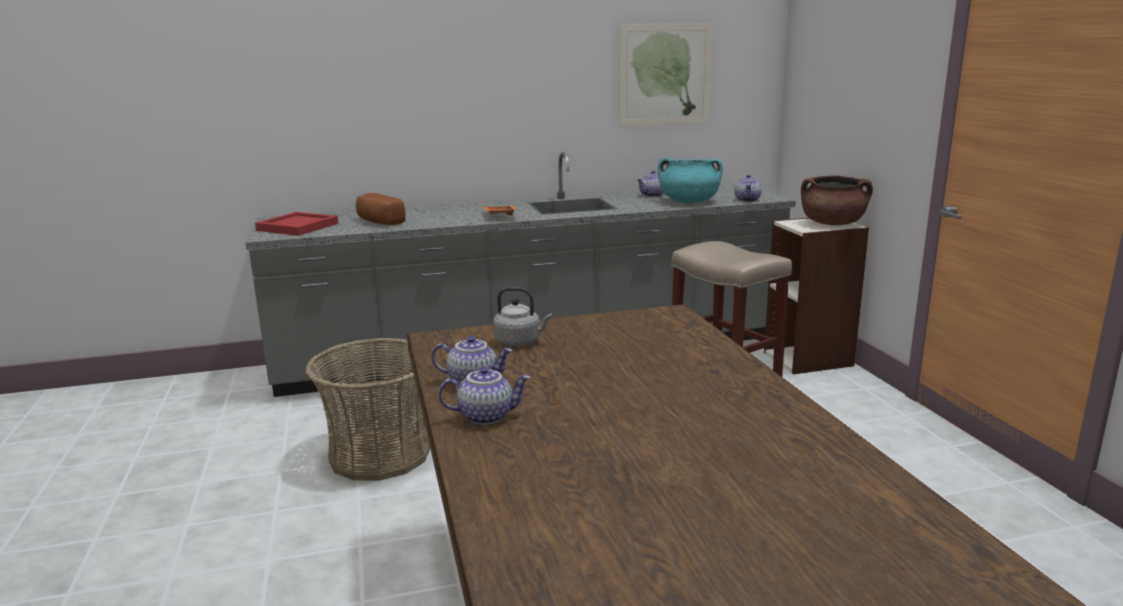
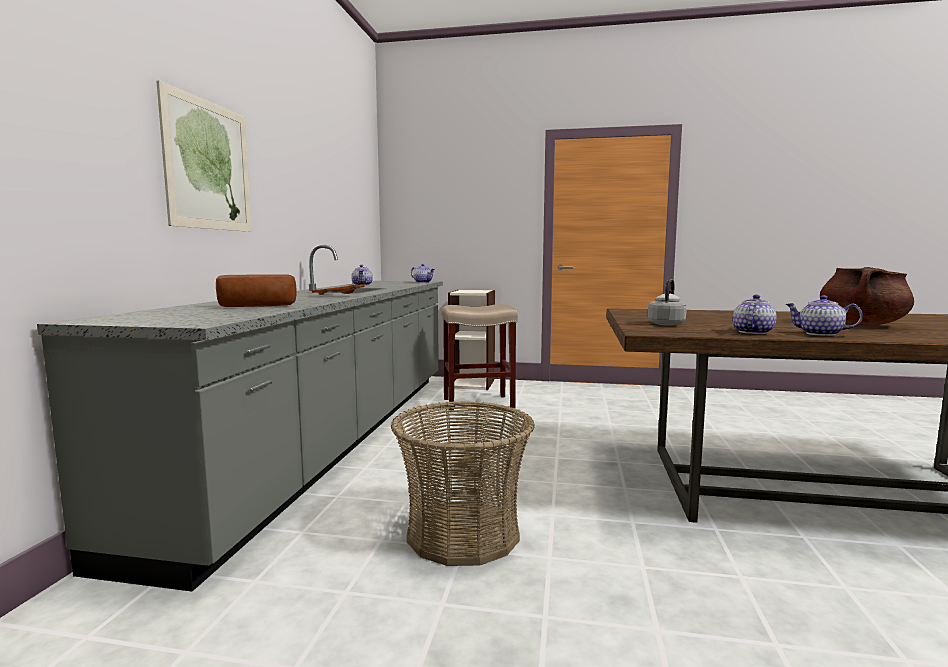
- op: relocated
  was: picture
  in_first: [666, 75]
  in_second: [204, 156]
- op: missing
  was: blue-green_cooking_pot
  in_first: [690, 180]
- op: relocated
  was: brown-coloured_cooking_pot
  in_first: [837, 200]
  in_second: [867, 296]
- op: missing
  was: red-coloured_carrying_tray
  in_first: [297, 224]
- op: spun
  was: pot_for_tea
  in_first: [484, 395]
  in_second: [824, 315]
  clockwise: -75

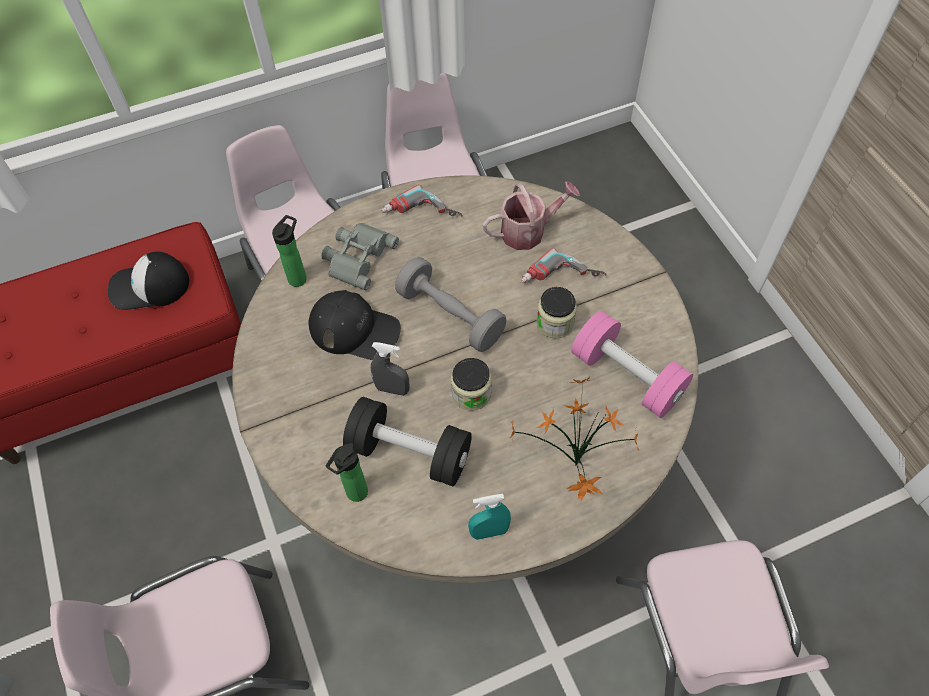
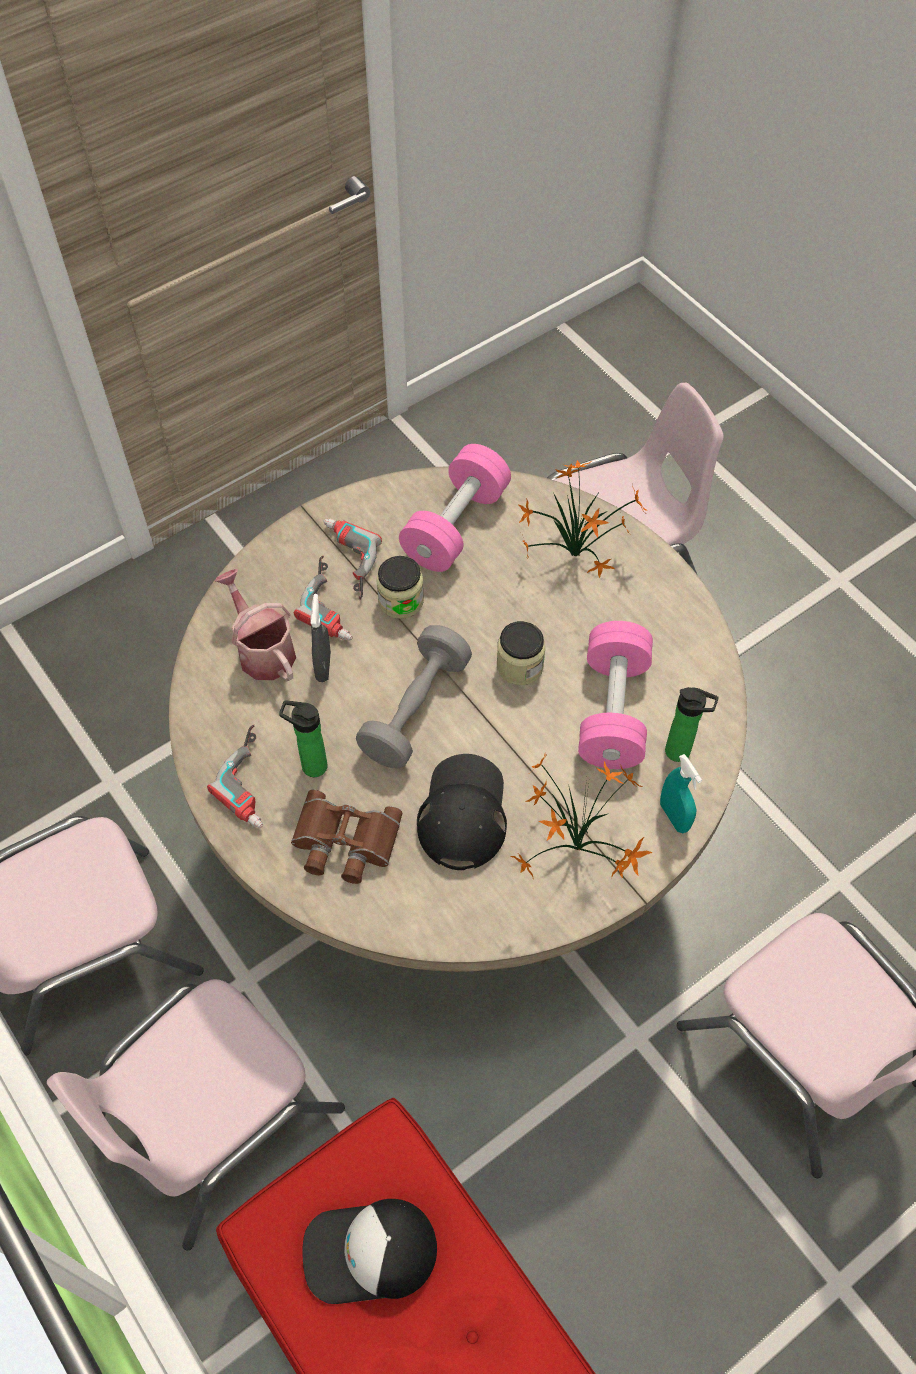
- op: relocated
  was: beverage_bottle
  in_first: [289, 251]
  in_second: [303, 738]
- op: colour
  was: gray_binoculars
  now: brown-coloured_binoculars
  in_first: [360, 256]
  in_second: [347, 837]
- op: spun
  was: cap
  in_first: [148, 281]
  in_second: [370, 1251]
  clockwise: 105
- op: relocated
  was: gray_sprayer
  in_first: [390, 369]
  in_second: [321, 638]
- op: colour
  was: black_free_weight
  now: pink_free_weight
  in_first: [407, 441]
  in_second: [615, 695]
- op: relocated
  was: blue-green_sprayer
  in_first: [489, 517]
  in_second: [681, 793]
- op: appeared
  now: drill
  in_second: [352, 558]
- op: appeared
  now: plant_in_a_pot
  in_second: [582, 817]

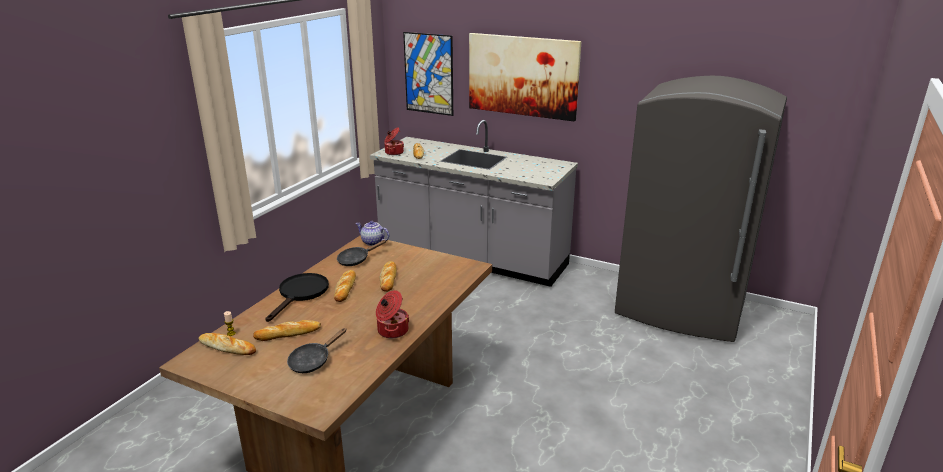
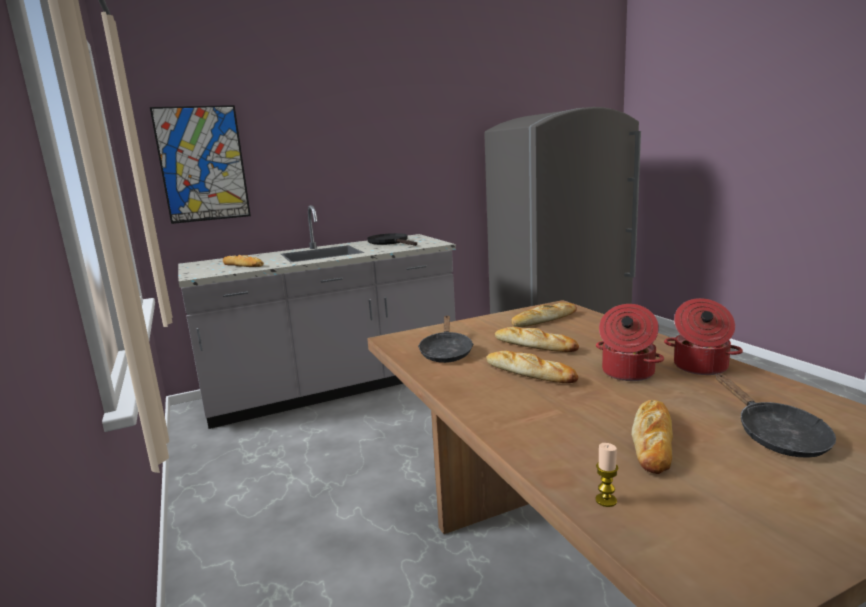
- op: missing
  was: picture
  in_first: [525, 77]
- op: relocated
  was: cooking_pot
  in_first: [394, 141]
  in_second: [630, 342]
- op: missing
  was: pot_for_tea
  in_first: [372, 233]
- op: relocated
  was: black_skillet
  in_first: [297, 297]
  in_second: [392, 239]
- op: relocated
  was: bread
  in_first: [227, 344]
  in_second: [544, 314]

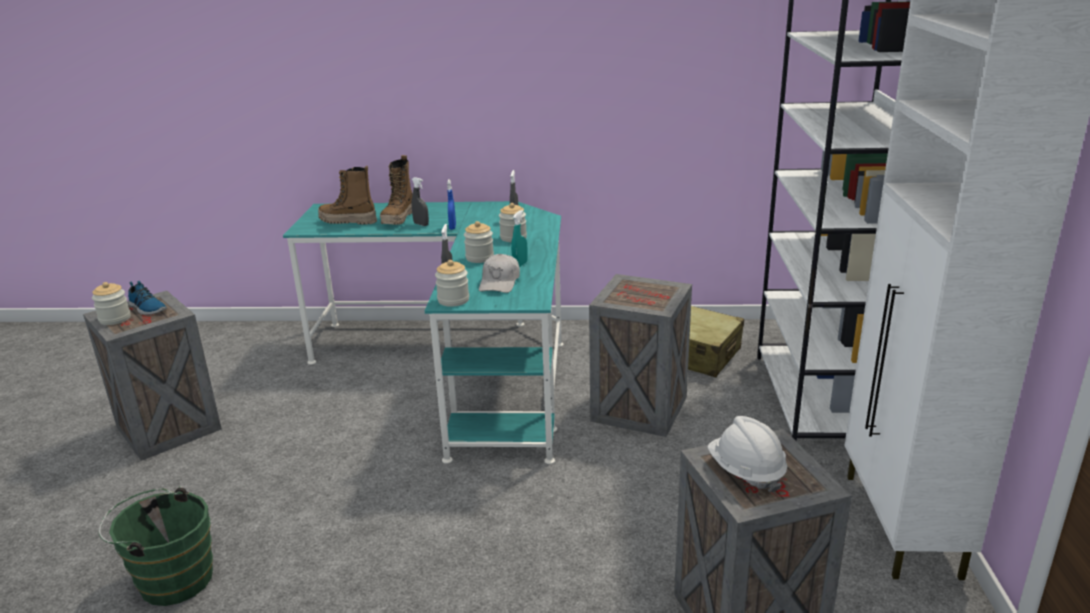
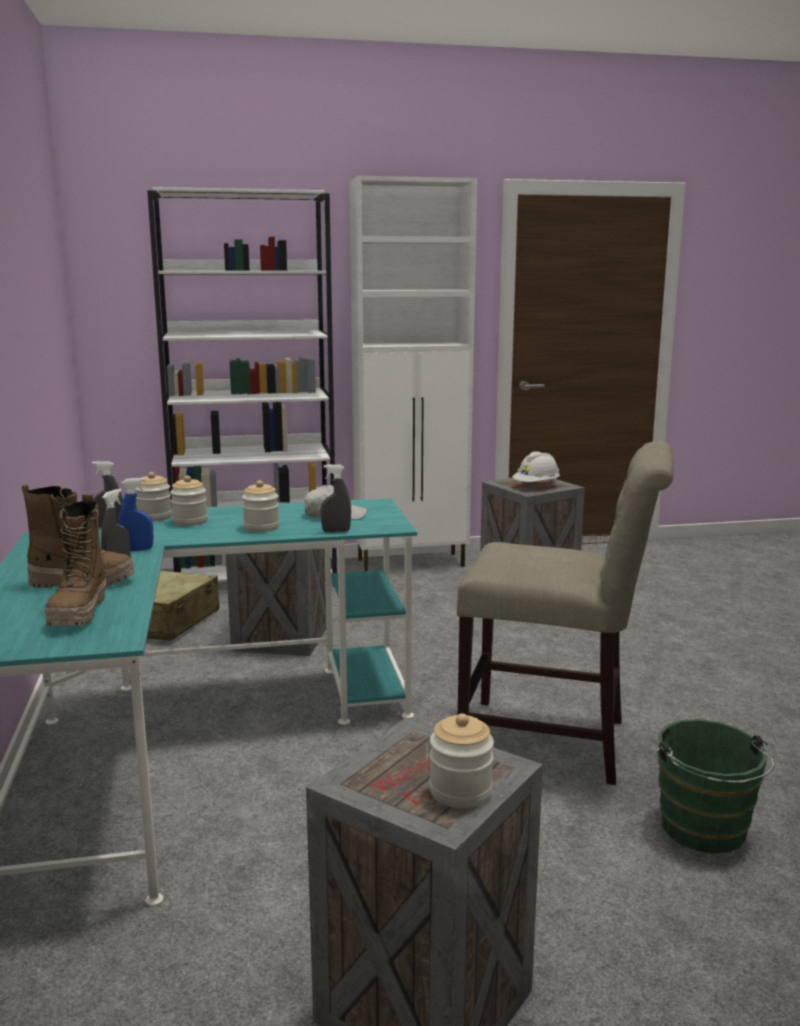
- op: missing
  was: blue-green_sprayer
  in_first: [519, 238]
- op: relocated
  was: jar
  in_first: [452, 283]
  in_second: [153, 496]
- op: missing
  was: low_shoe
  in_first: [147, 298]
- op: appeared
  now: beige-coloured_chair
  in_second: [565, 613]

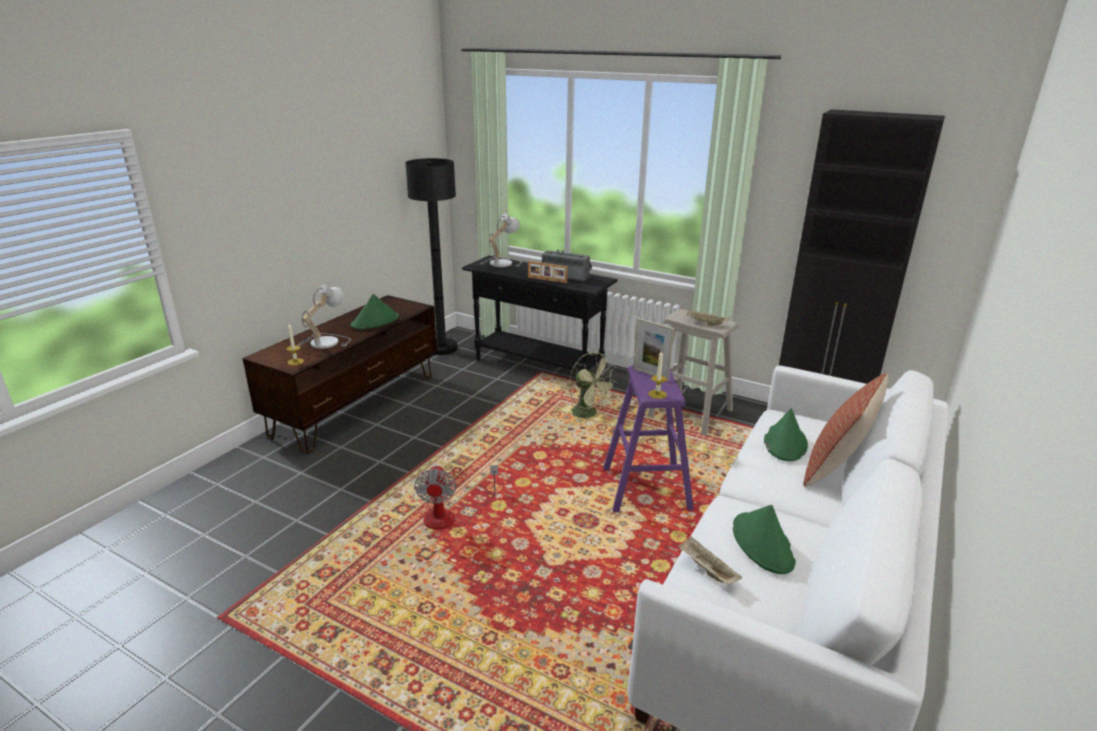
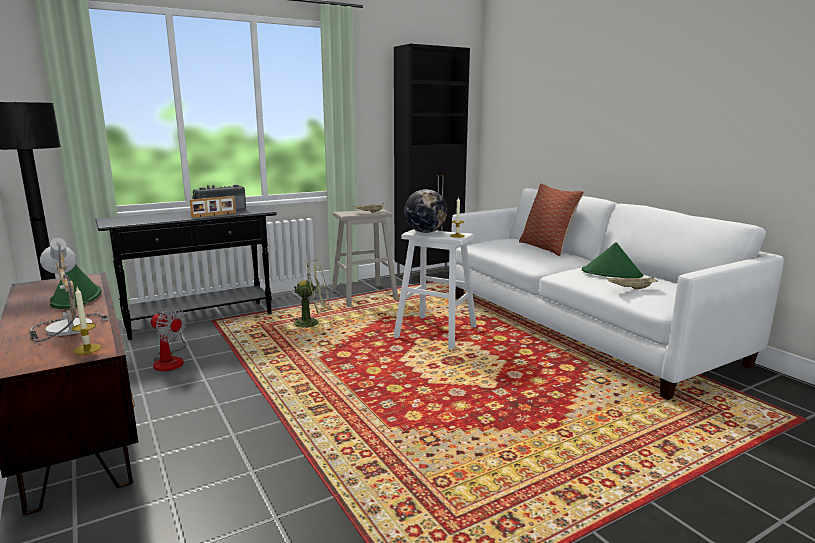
- op: missing
  was: tabletop_lamp
  in_first: [501, 240]
- op: exchanged
  was: standing_frame
  now: world_globe
  in_first: [653, 349]
  in_second: [425, 211]
- op: colour
  was: purple_sitting_stool
  now: white-coloured_sitting_stool
  in_first: [648, 438]
  in_second: [435, 289]
- op: missing
  was: greenish_hat
  in_first: [786, 434]
- op: relocated
  was: cooling_fan
  in_first: [456, 497]
  in_second: [169, 338]

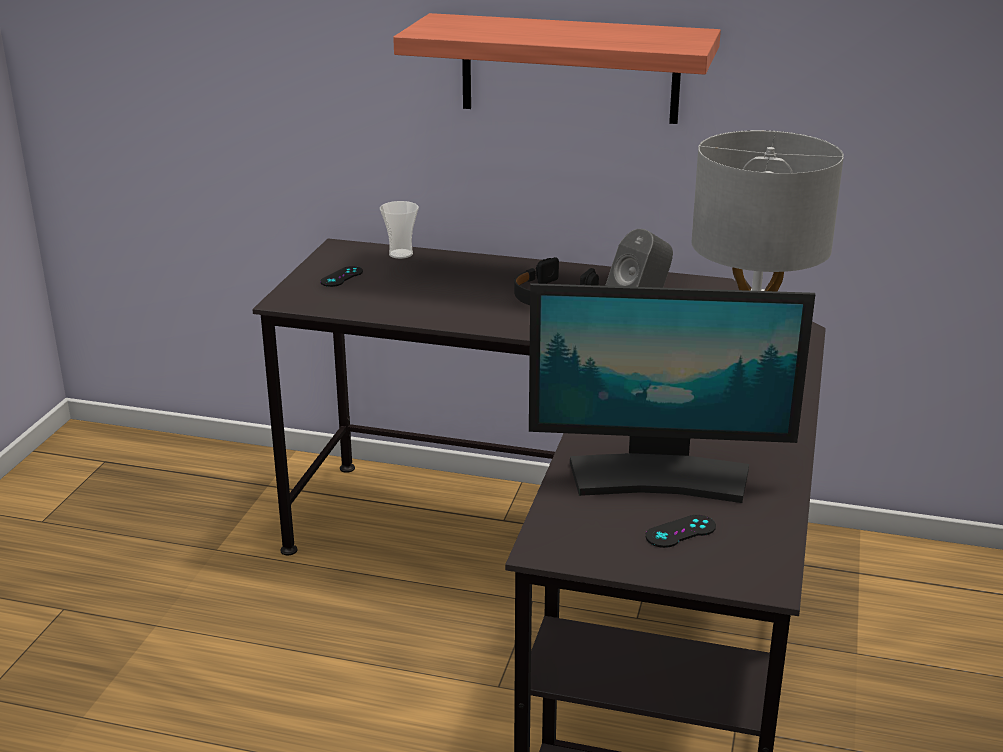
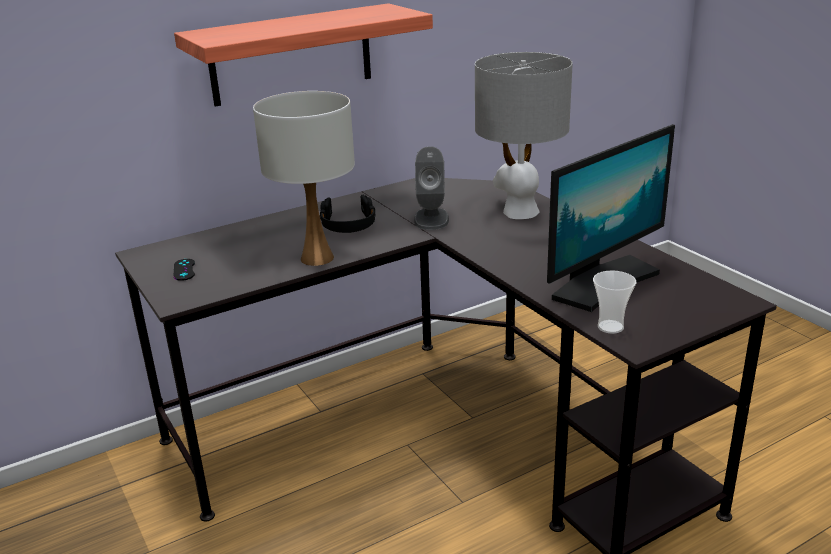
- op: relocated
  was: cup
  in_first: [399, 230]
  in_second: [614, 302]
- op: missing
  was: black_game_controller
  in_first: [681, 531]
- op: appeared
  now: white-coloured_tabletop_lamp
  in_second: [304, 178]

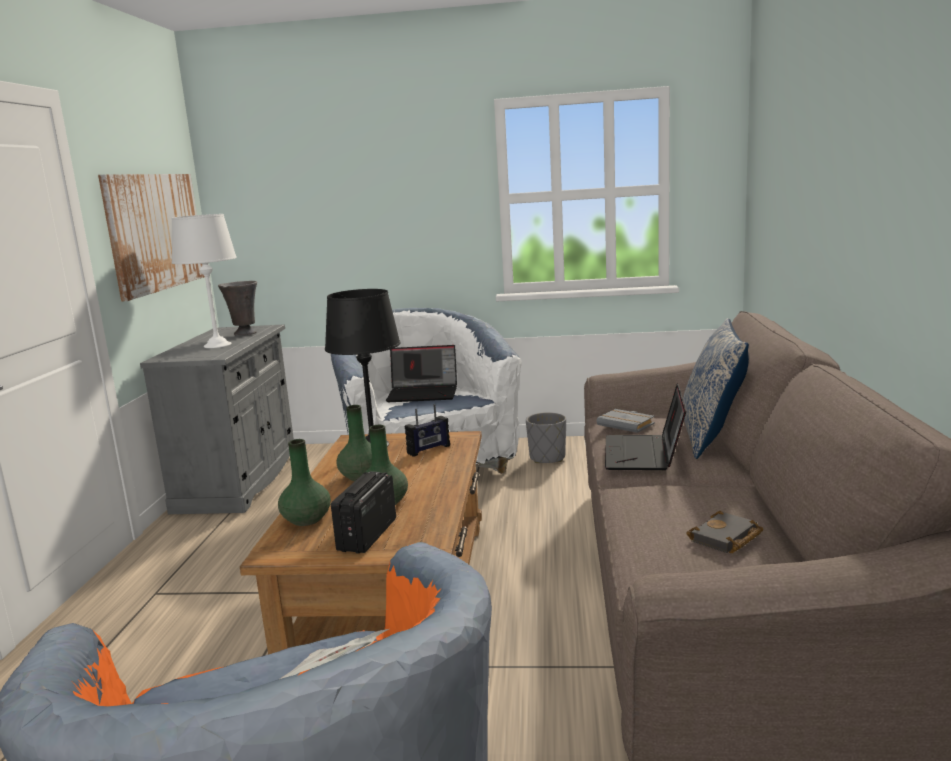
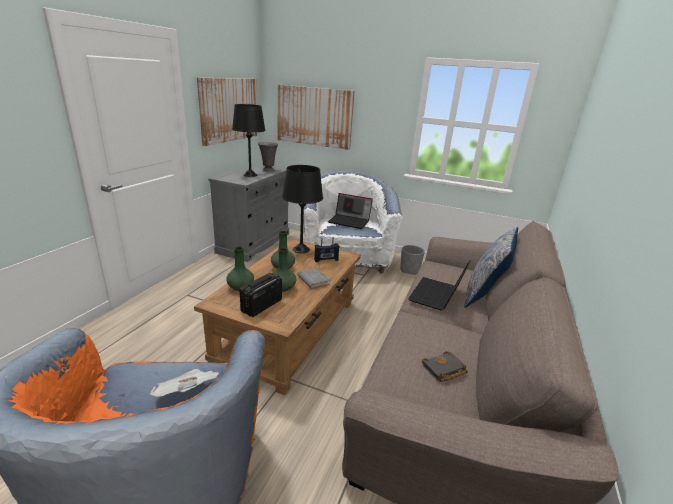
- op: colour
  was: white-coloured_tabletop_lamp
  now: black_tabletop_lamp
  in_first: [204, 281]
  in_second: [249, 140]
- op: relocated
  was: gray_volume
  in_first: [626, 421]
  in_second: [313, 278]
- op: appeared
  now: picture
  in_second: [315, 117]

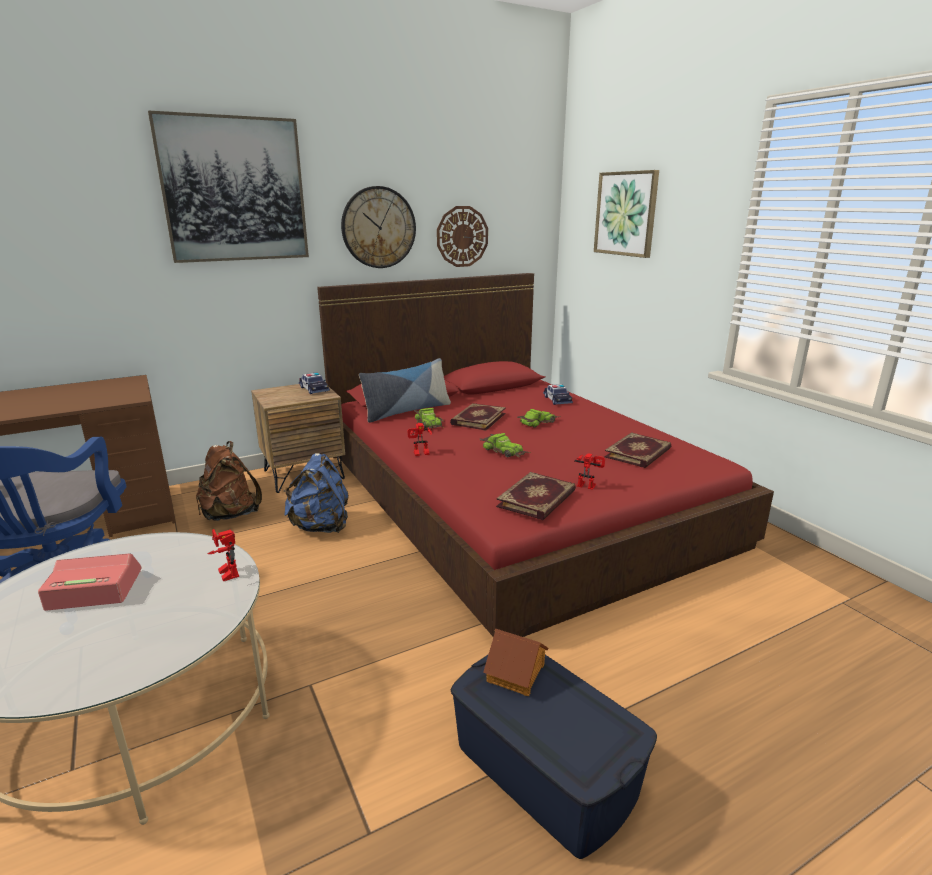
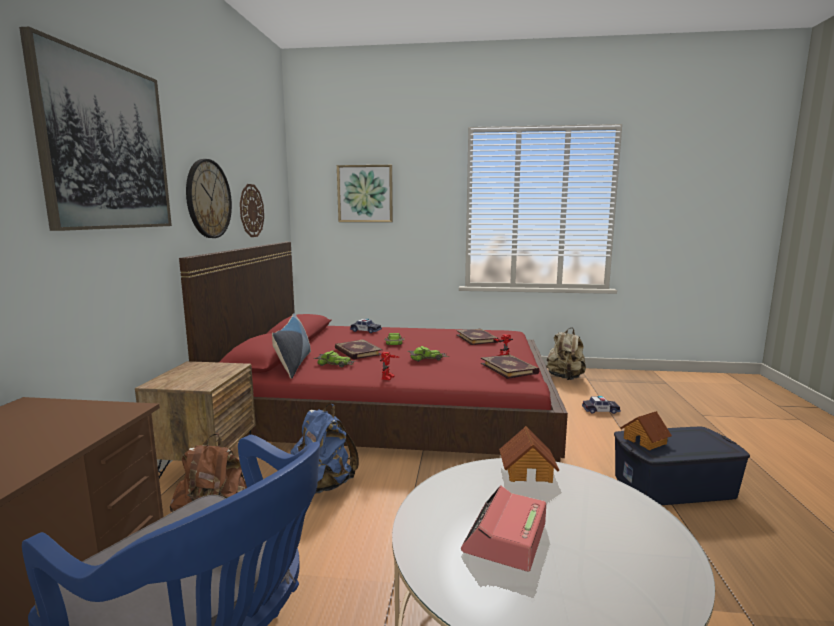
- op: relocated
  was: miniature_car
  in_first: [314, 383]
  in_second: [601, 405]
- op: exchanged
  was: toy_robot
  now: model_house
  in_first: [223, 555]
  in_second: [529, 454]
- op: appeared
  now: beige-coloured_rucksack
  in_second: [566, 354]

